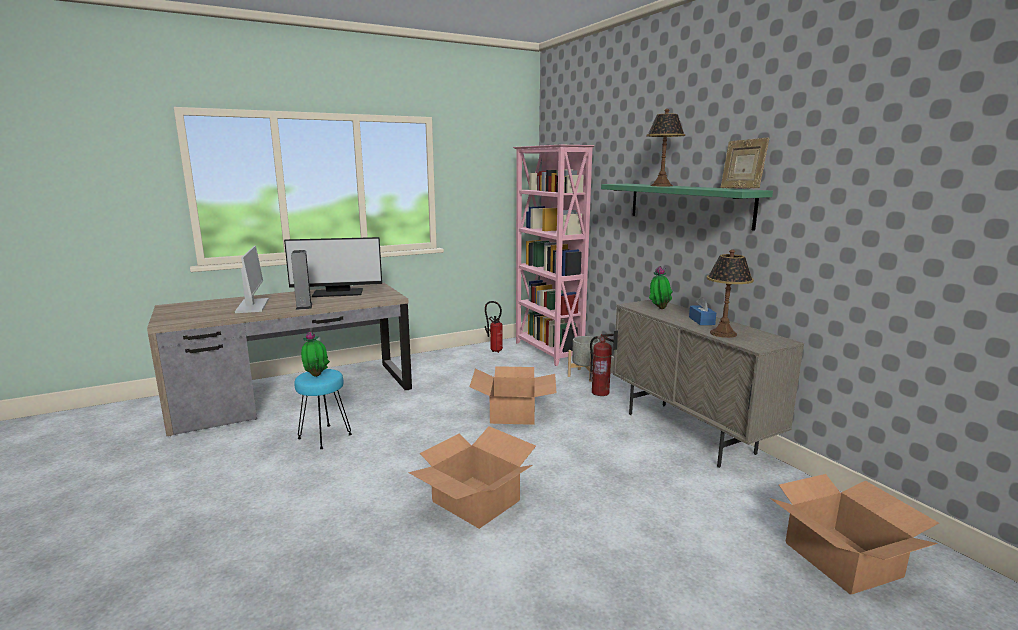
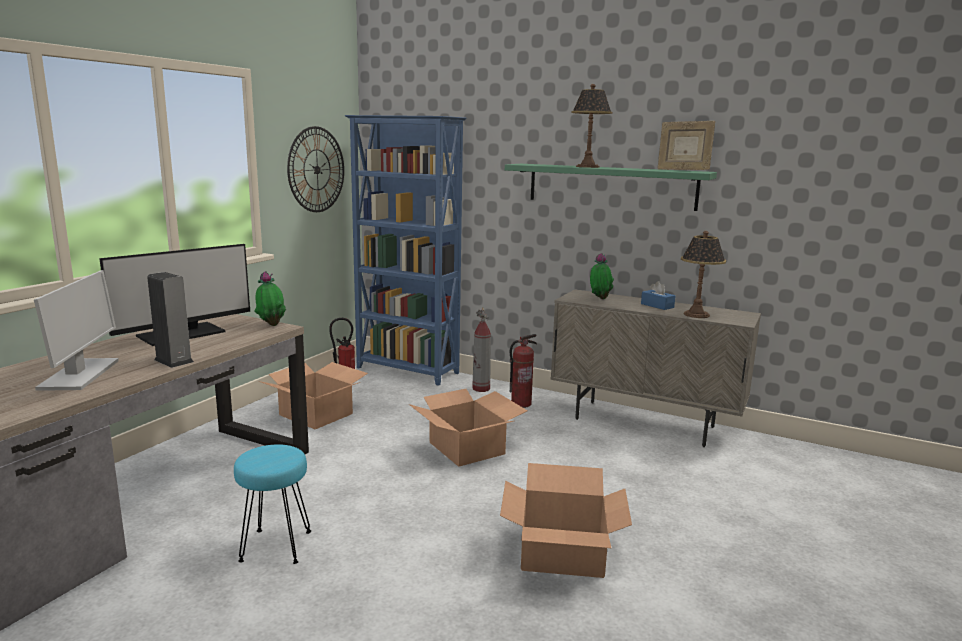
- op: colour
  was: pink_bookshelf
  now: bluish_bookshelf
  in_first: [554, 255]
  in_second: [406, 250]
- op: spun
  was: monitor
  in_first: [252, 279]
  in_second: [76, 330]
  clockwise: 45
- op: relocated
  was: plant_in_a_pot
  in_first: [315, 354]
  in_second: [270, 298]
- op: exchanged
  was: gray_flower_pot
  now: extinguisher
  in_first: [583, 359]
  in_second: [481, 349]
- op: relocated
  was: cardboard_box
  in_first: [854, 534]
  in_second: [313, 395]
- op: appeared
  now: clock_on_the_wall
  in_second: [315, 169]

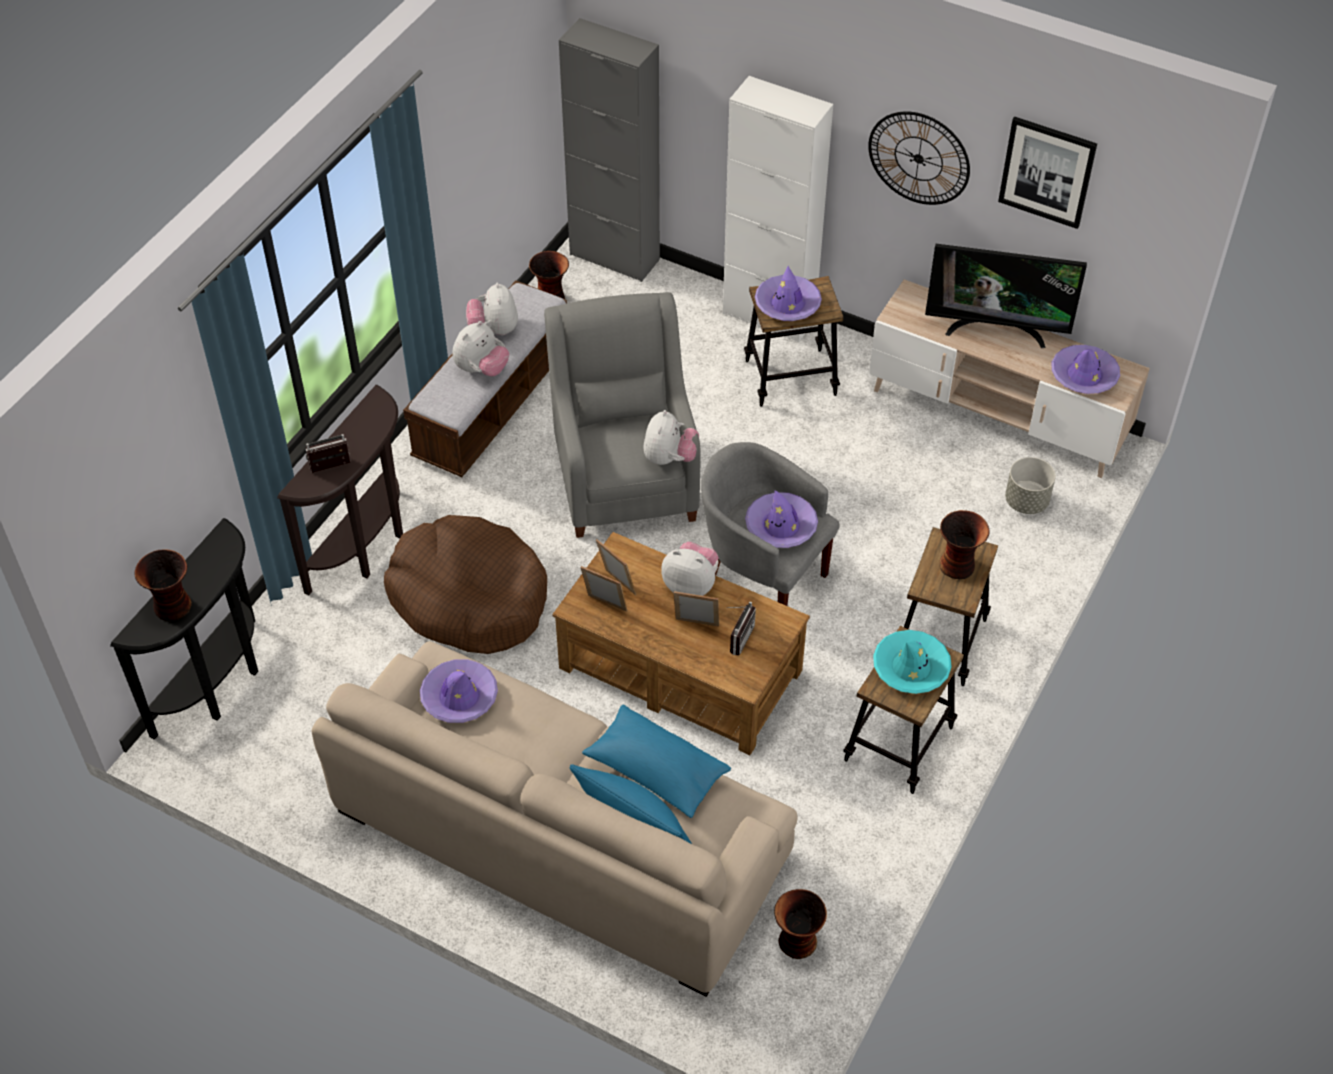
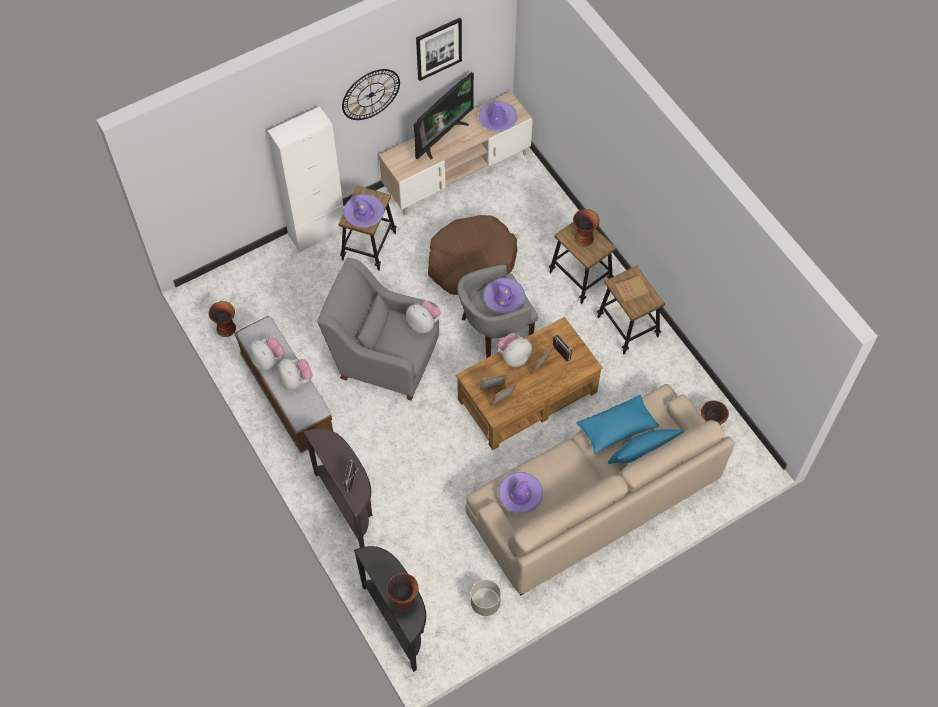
- op: missing
  was: gray_cabinet
  in_first: [609, 150]
- op: spun
  was: plush_toy
  in_first: [492, 309]
  in_second: [267, 354]
  clockwise: -150
- op: relocated
  was: gray_flower_pot
  in_first: [1030, 485]
  in_second: [486, 598]
- op: relocated
  was: brown-coloured_dog_bed
  in_first: [465, 584]
  in_second: [472, 255]
- op: exchanged
  was: blue-green_hat
  now: volume
  in_first: [912, 662]
  in_second: [632, 289]

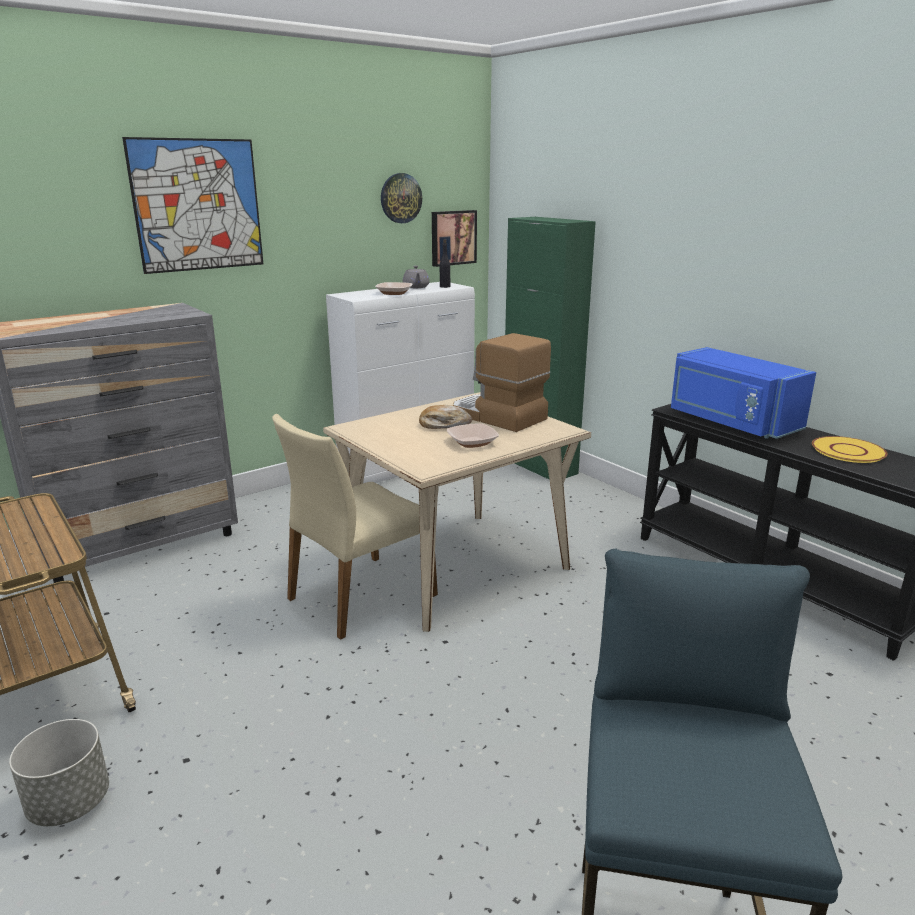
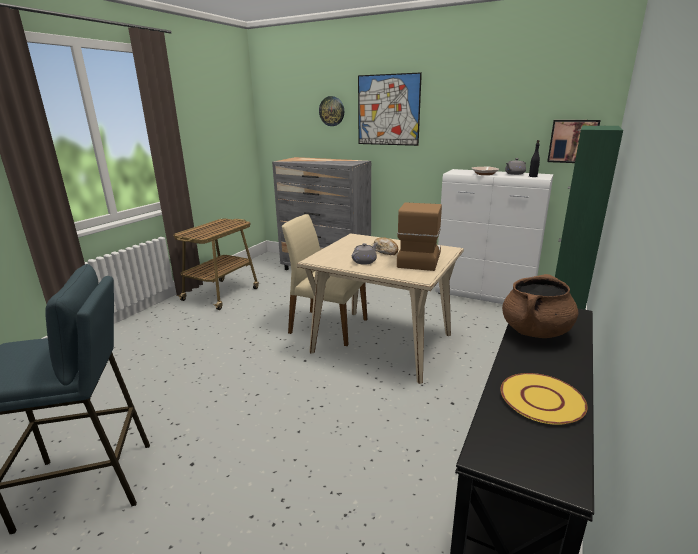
- op: relocated
  was: clock_on_the_wall
  in_first: [401, 198]
  in_second: [331, 111]
- op: exchanged
  was: bluish_kitchen_microwave
  now: brown-coloured_cooking_pot
  in_first: [743, 393]
  in_second: [540, 306]
- op: exchanged
  was: deep_dish
  now: gray_pot_for_tea
  in_first: [473, 436]
  in_second: [364, 254]
- op: missing
  was: gray_flower_pot
  in_first: [59, 772]

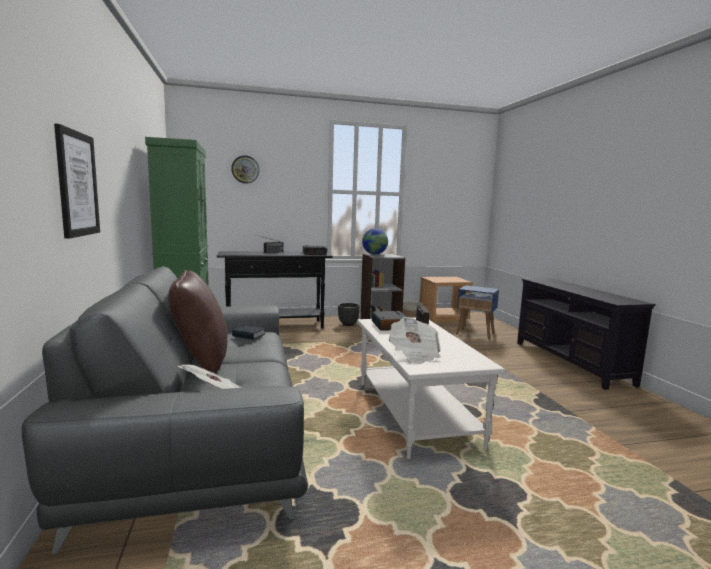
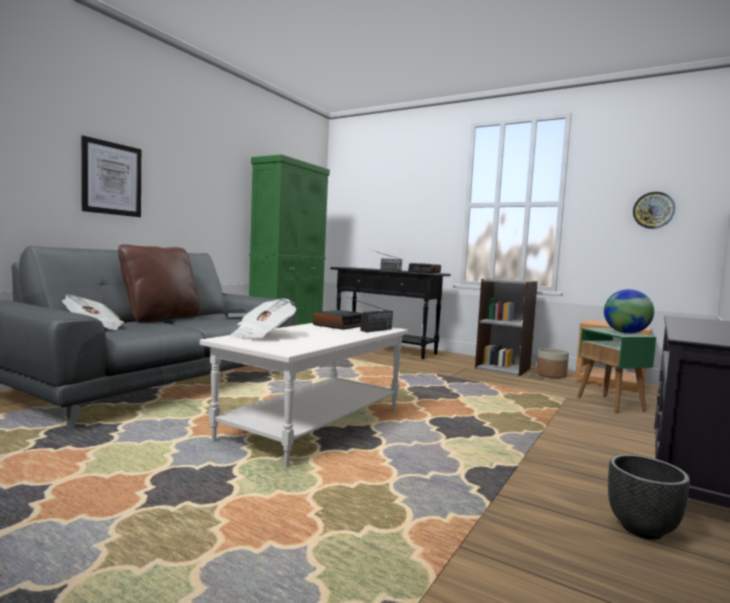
- op: relocated
  was: clock_on_the_wall
  in_first: [245, 169]
  in_second: [654, 210]
- op: relocated
  was: world_globe
  in_first: [375, 242]
  in_second: [629, 311]
- op: colour
  was: bluish_end_table
  now: greenish_end_table
  in_first: [477, 312]
  in_second: [616, 370]
- op: relocated
  was: black_flower_pot
  in_first: [349, 314]
  in_second: [649, 497]

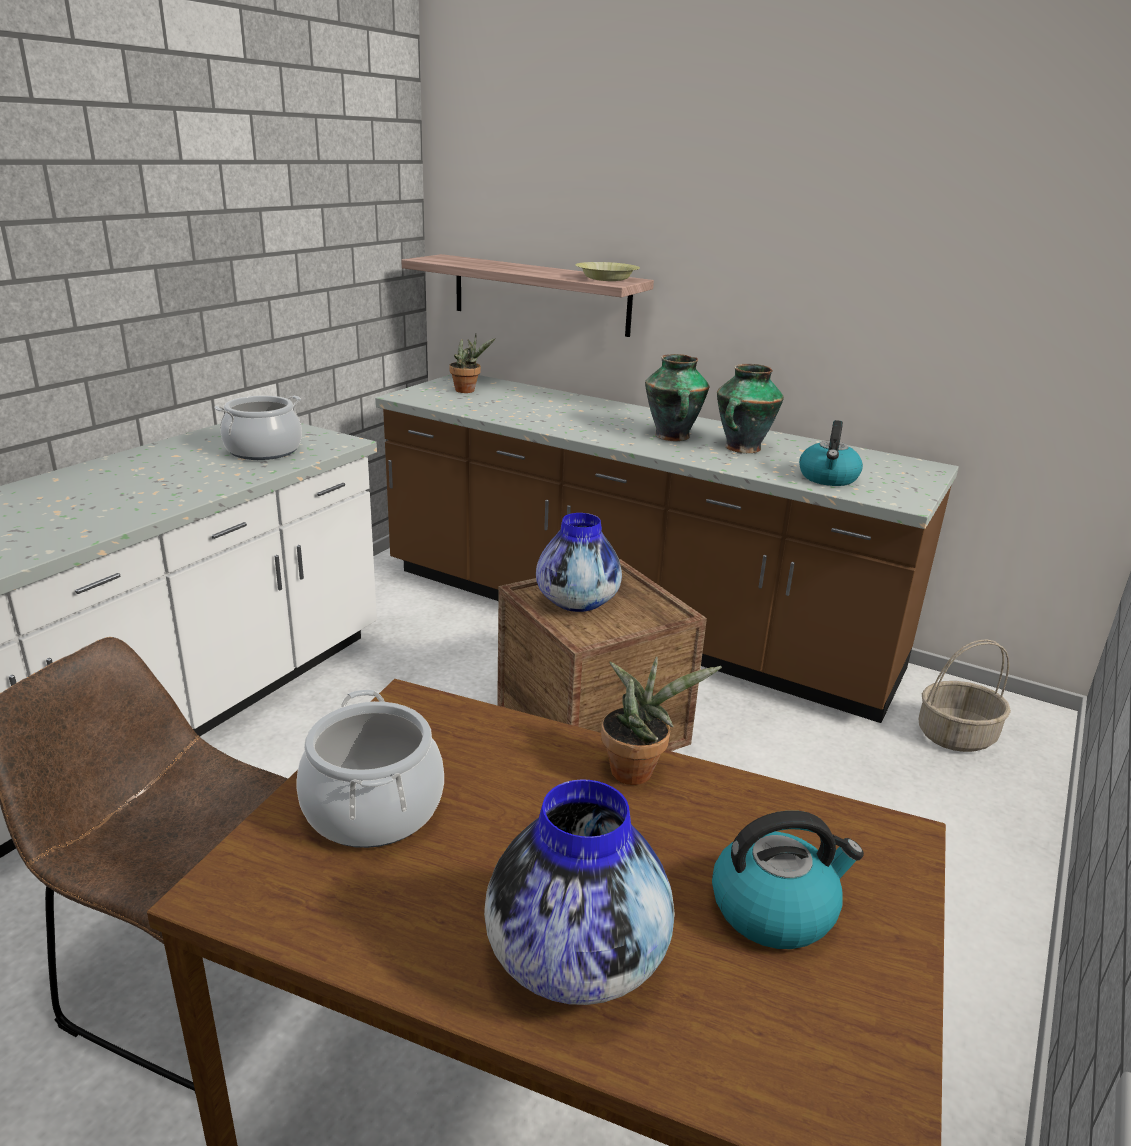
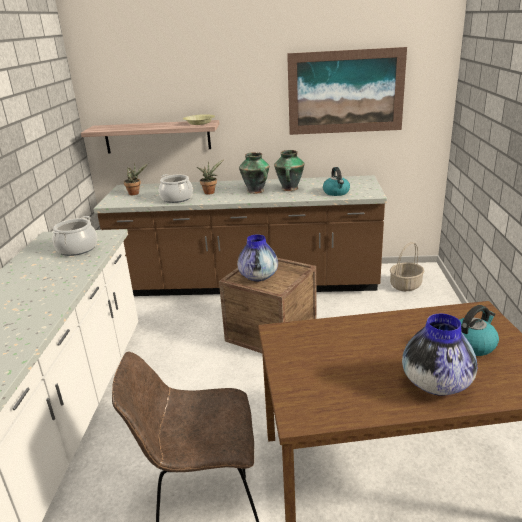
- op: relocated
  was: plant_in_a_pot
  in_first: [661, 721]
  in_second: [210, 177]
- op: relocated
  was: cooking_pot
  in_first: [370, 768]
  in_second: [176, 188]
- op: appeared
  now: picture
  in_second: [347, 91]

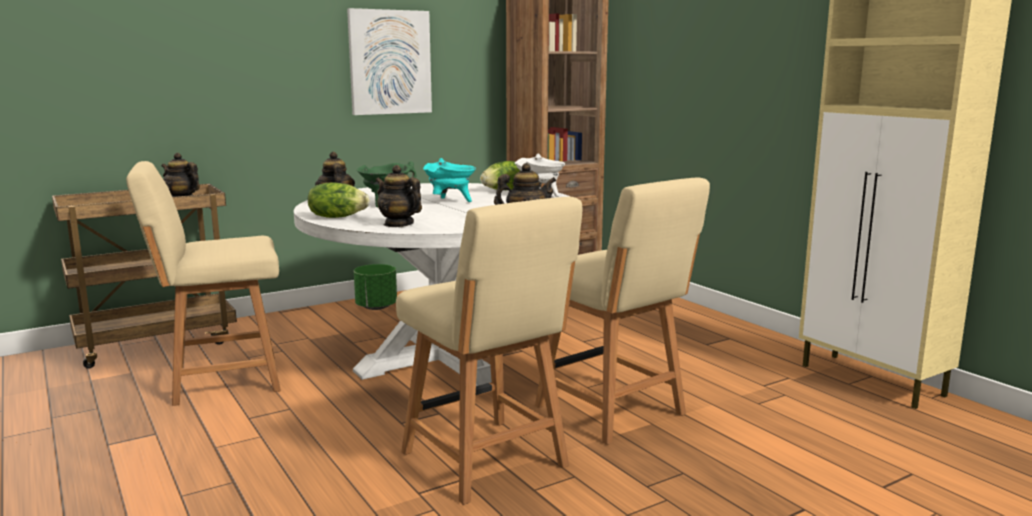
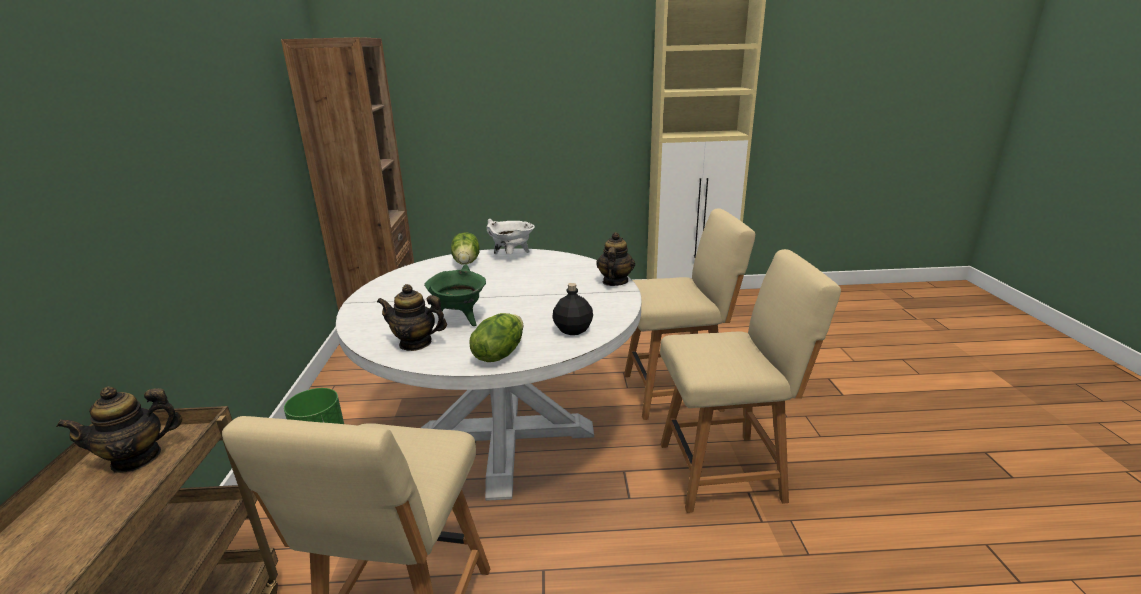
- op: missing
  was: picture
  in_first: [389, 61]
- op: missing
  was: blue-green_cooking_pot
  in_first: [449, 180]
- op: exchanged
  was: pot_for_tea
  now: black_beverage_bottle
  in_first: [398, 196]
  in_second: [572, 309]

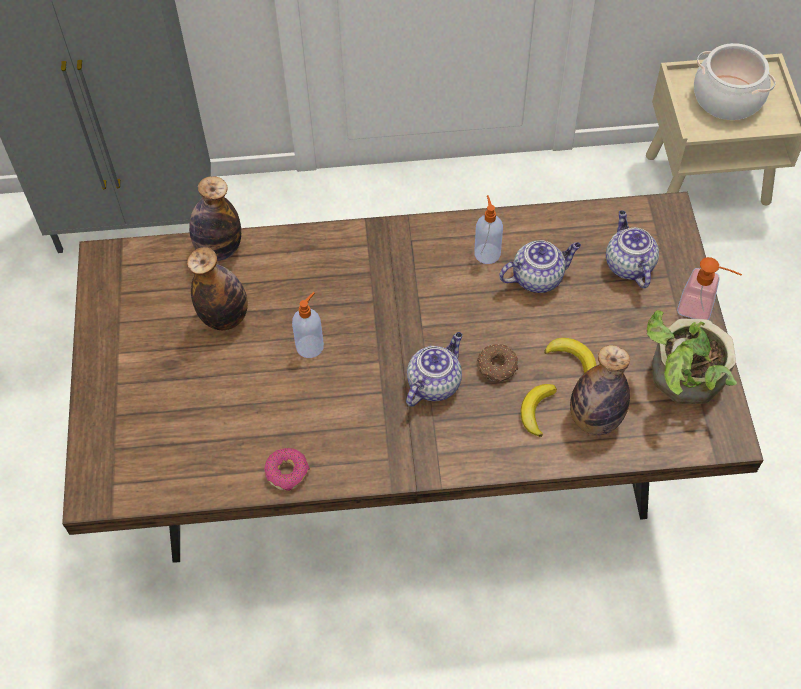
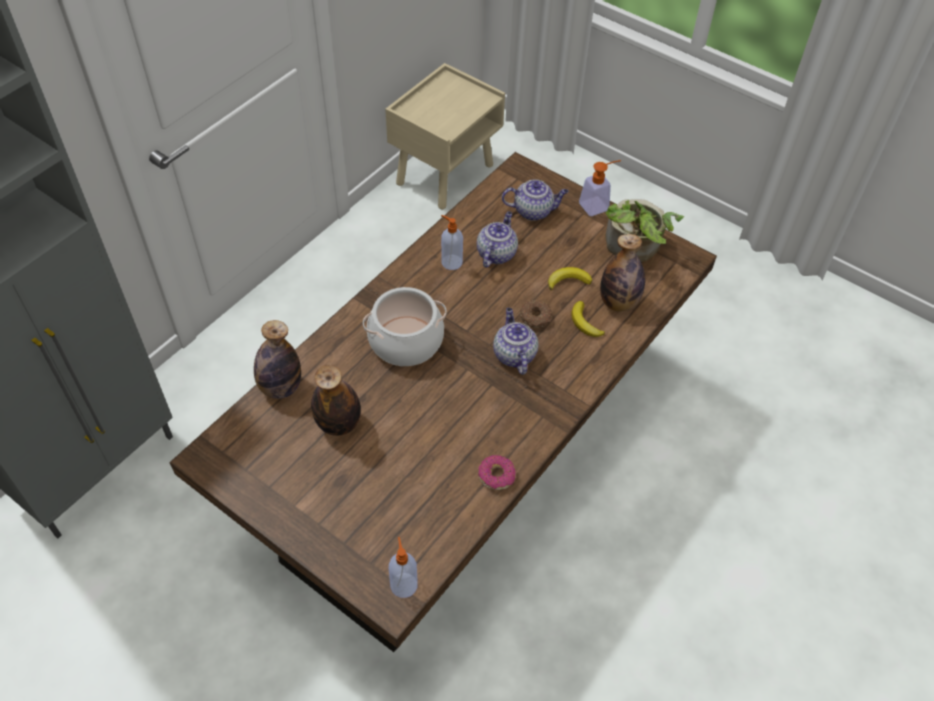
- op: relocated
  was: cooking_pot
  in_first: [735, 81]
  in_second: [405, 326]
- op: spun
  was: pot_for_tea
  in_first: [632, 249]
  in_second: [535, 200]
  clockwise: 150
- op: relocated
  was: liquid_soap_bottle
  in_first: [308, 325]
  in_second: [403, 567]

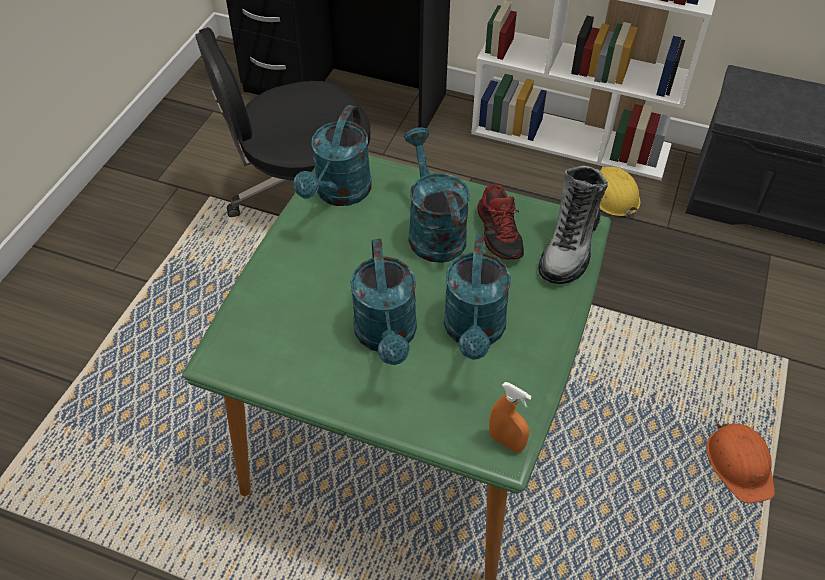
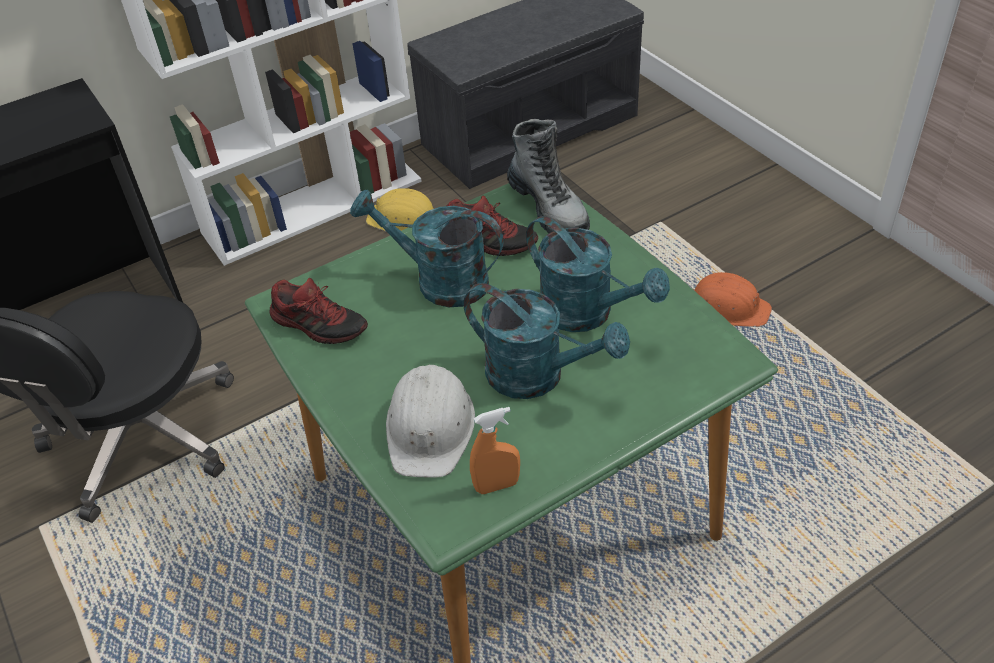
- op: exchanged
  was: blue-green_sprinkling_can
  now: low_shoe
  in_first: [332, 155]
  in_second: [318, 311]
- op: relocated
  was: orange-coloured_sprayer
  in_first: [510, 417]
  in_second: [495, 450]
- op: appeared
  now: white-coloured_hard_hat
  in_second: [430, 421]

